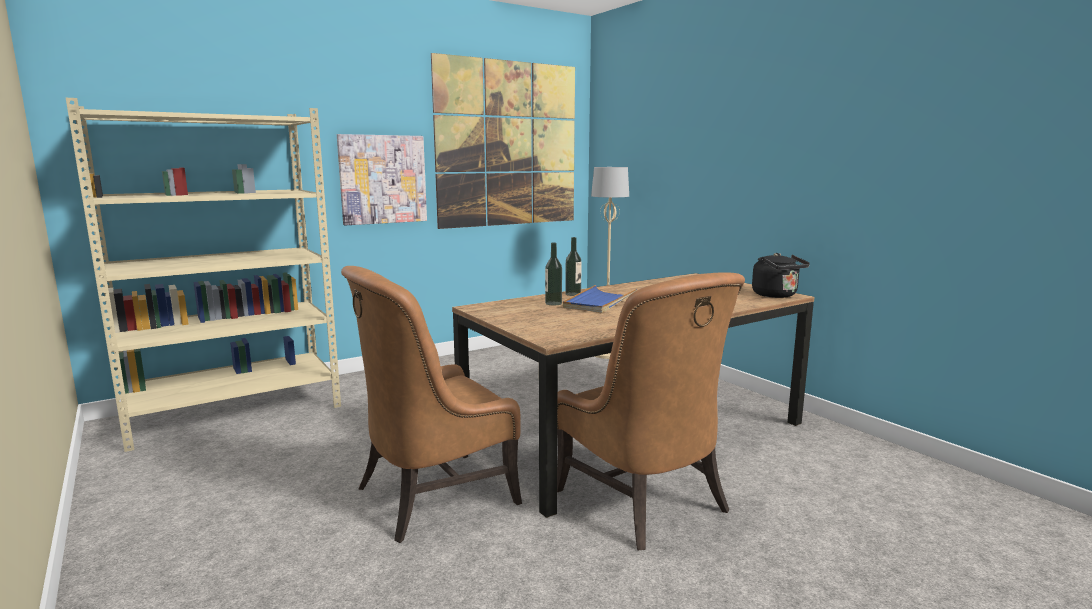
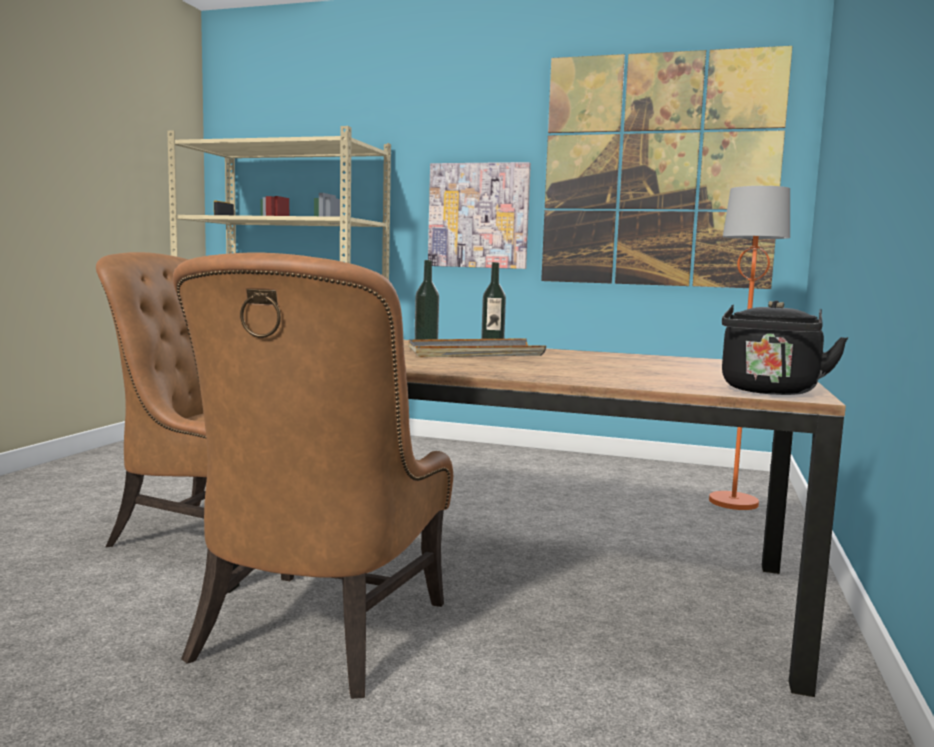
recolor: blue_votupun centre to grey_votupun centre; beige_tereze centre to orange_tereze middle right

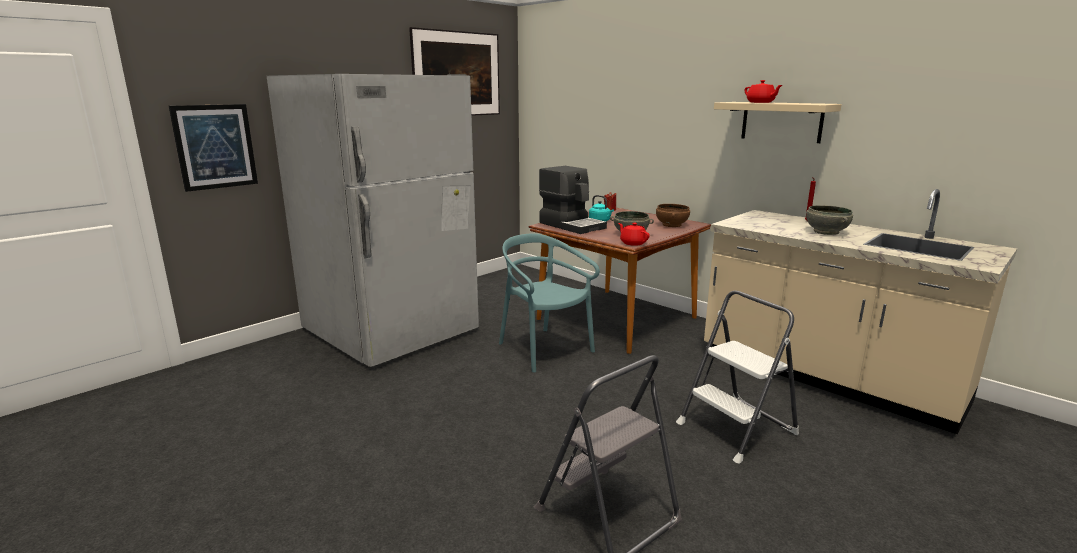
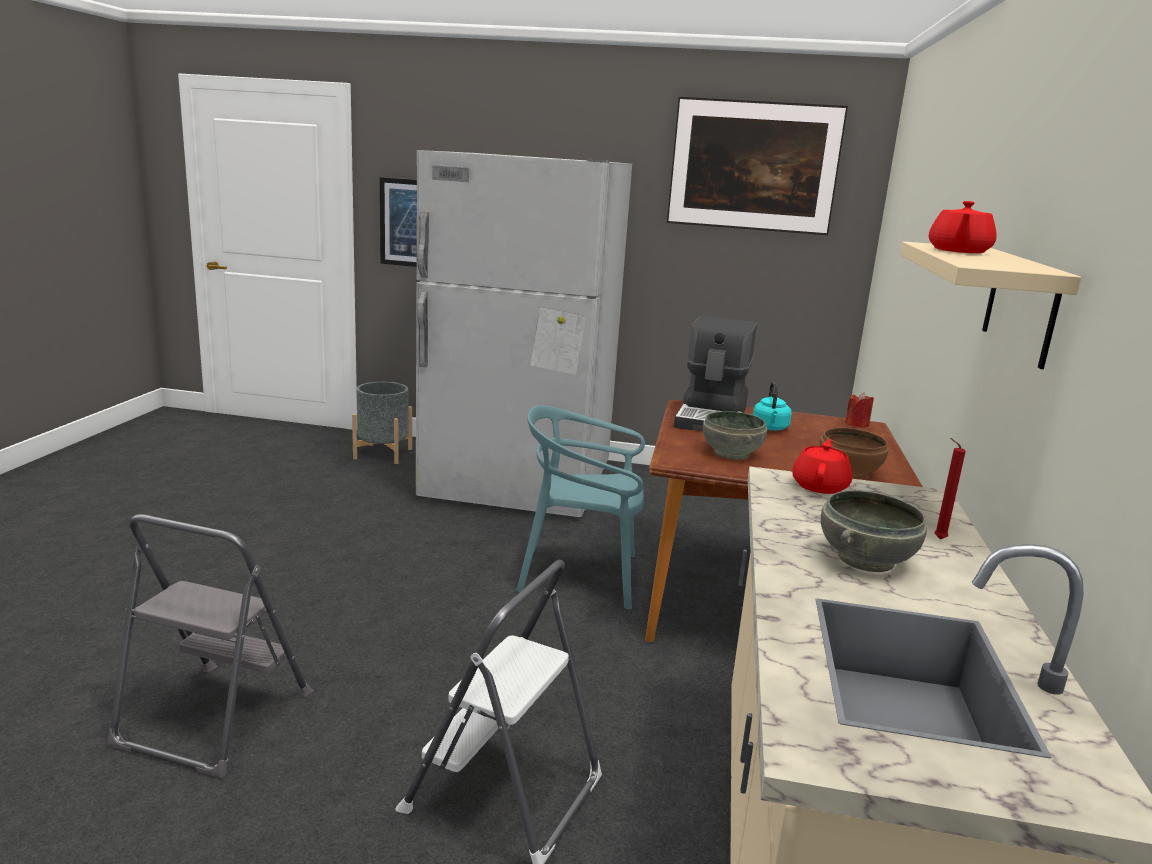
insert: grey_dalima middle left
move: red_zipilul (1st from left) centre to middle right
rotate: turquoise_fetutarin centre = centre 105 degrees counterclockwise

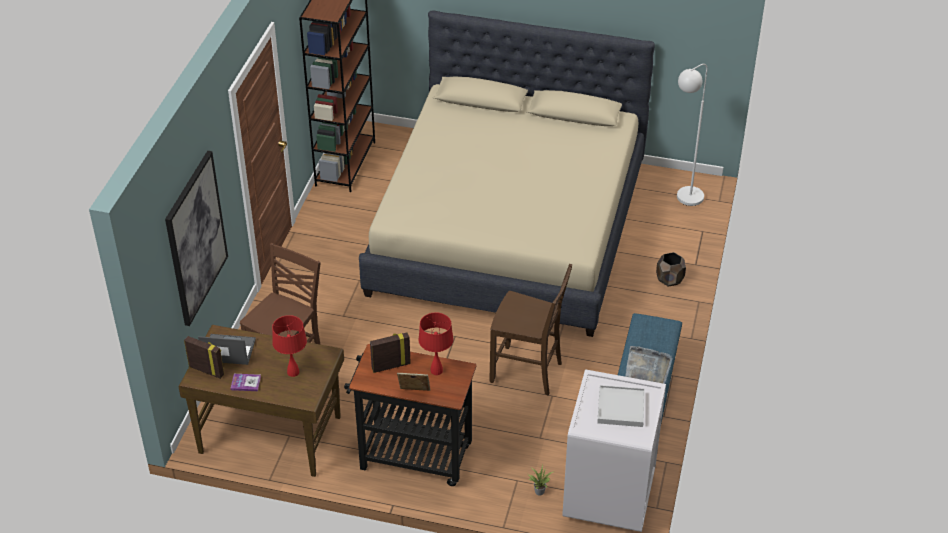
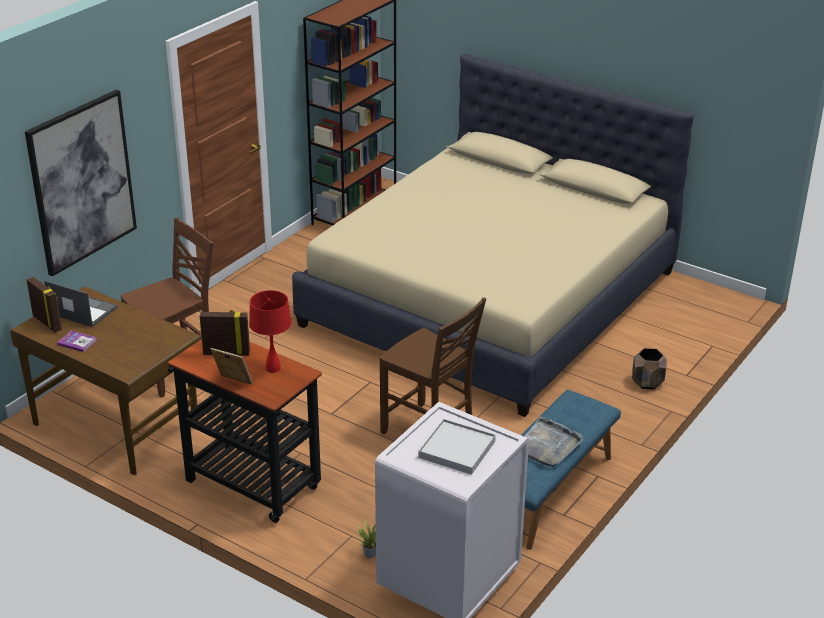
delete: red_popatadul (1st from left) middle left; white_tereze top right

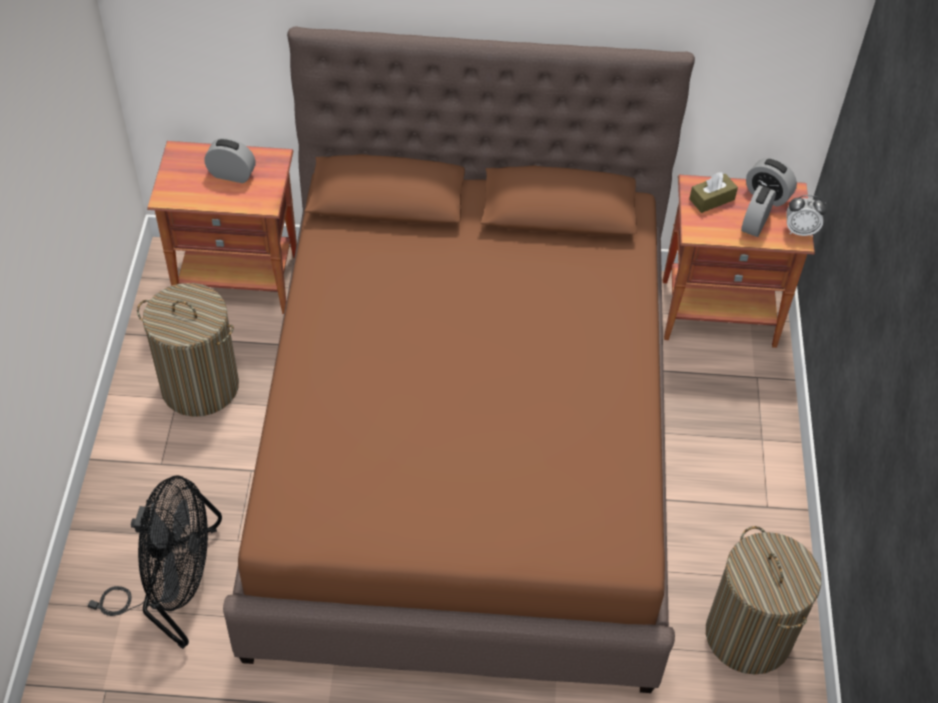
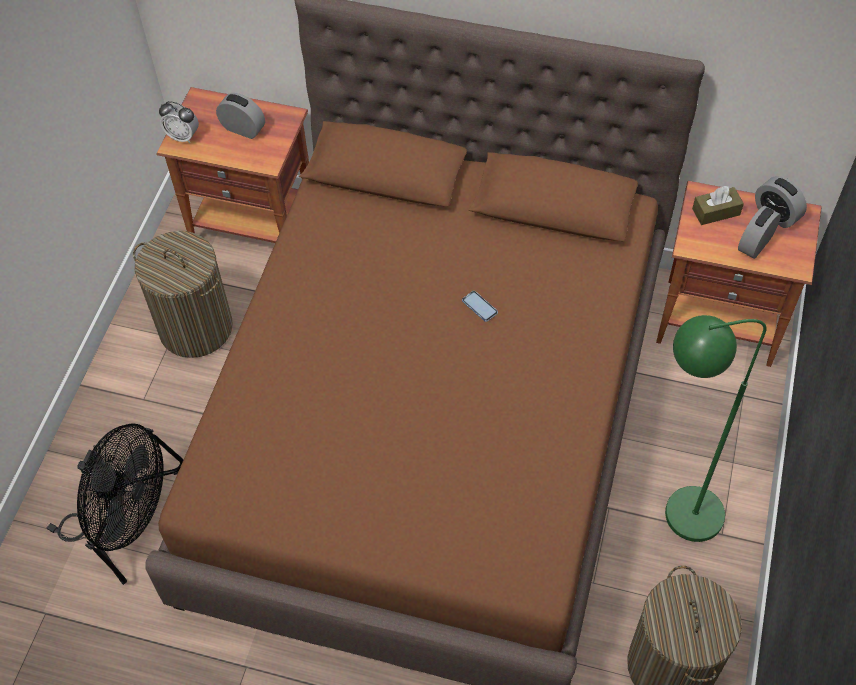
insert: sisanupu centre; green_tereze middle right
move: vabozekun (4th from left in the first image) top right to vabozekun (1st from left) top left

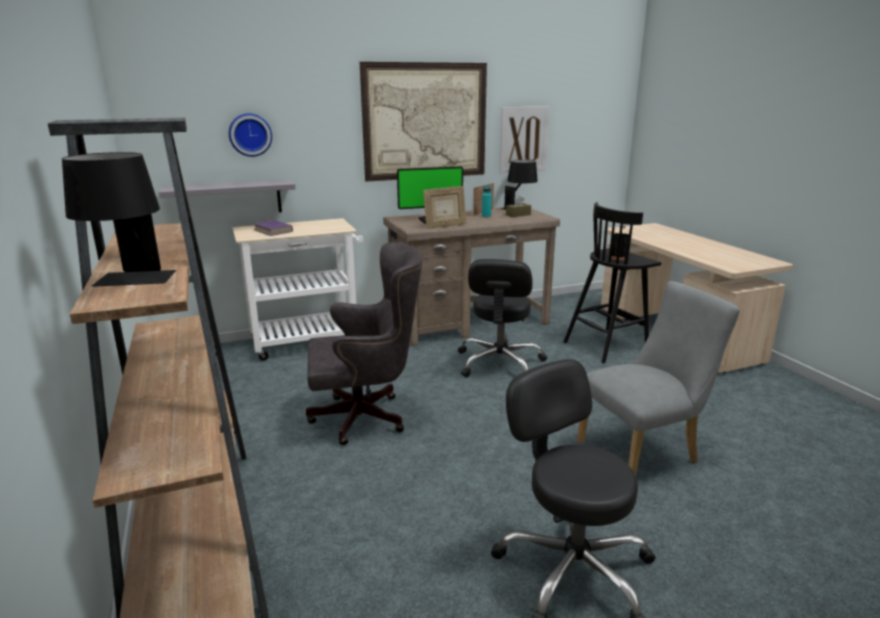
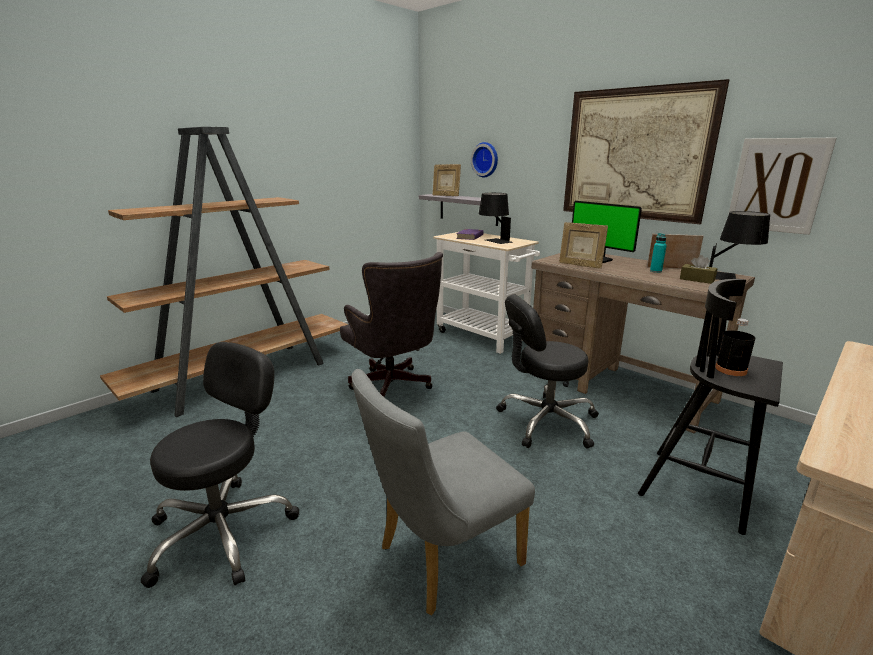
insert: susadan (1st from left) top centre
move: black_popatadul (1st from left) middle left to top centre
rotate: grey_fetutarin middle right = bottom centre 105 degrees clockwise

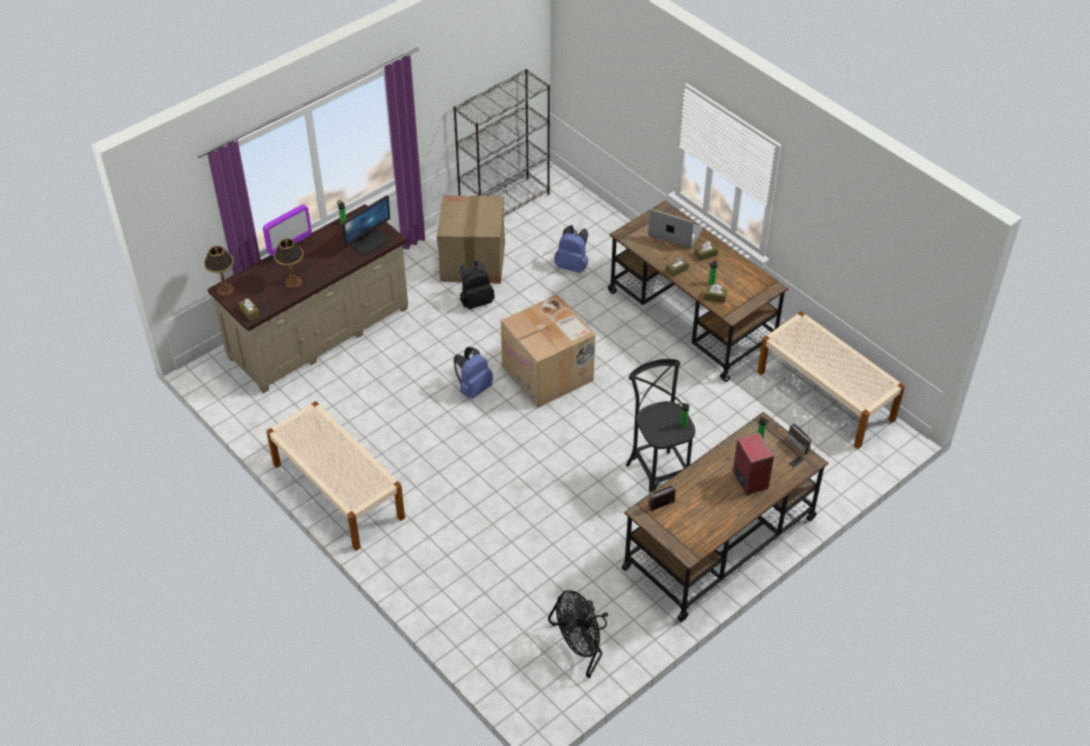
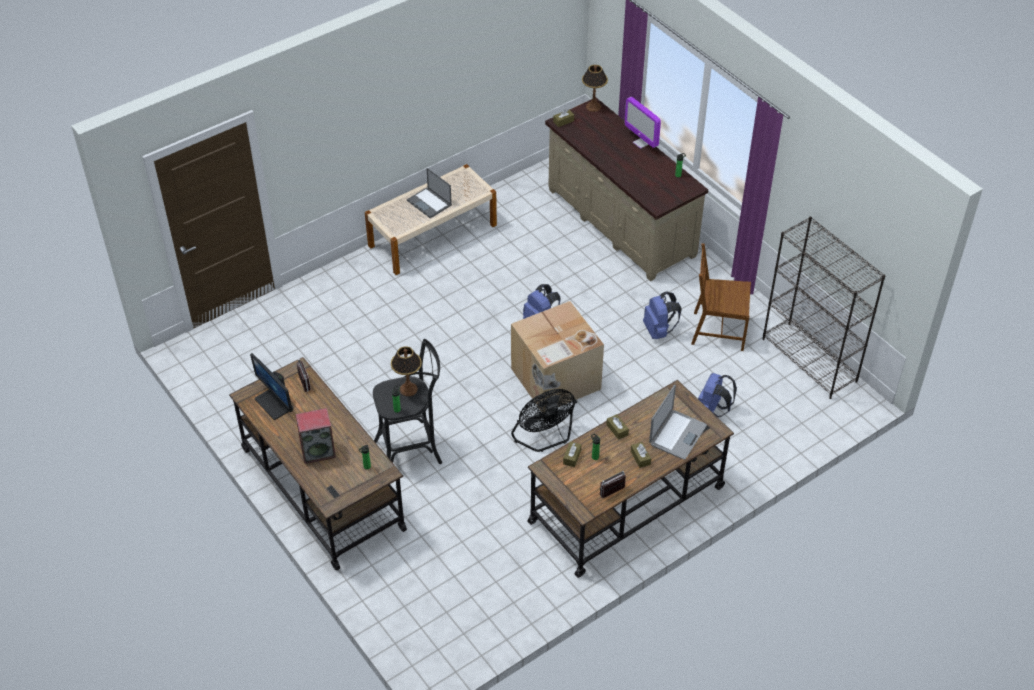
delete: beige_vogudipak (2nd from left) middle right
insert: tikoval (1st from left) top centre
move: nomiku (2nd from left in the first image) top centre to nomiku (1st from left) middle left; popatadul (2nd from left in the first image) middle left to popatadul (1st from left) centre; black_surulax bottom centre to centre; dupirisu (2nd from left) middle right to bottom centre
replace: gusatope (1st from left) top centre to brown_fetutarin middle right
recolor: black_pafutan centre to blue_pafutan (2nd from left) centre

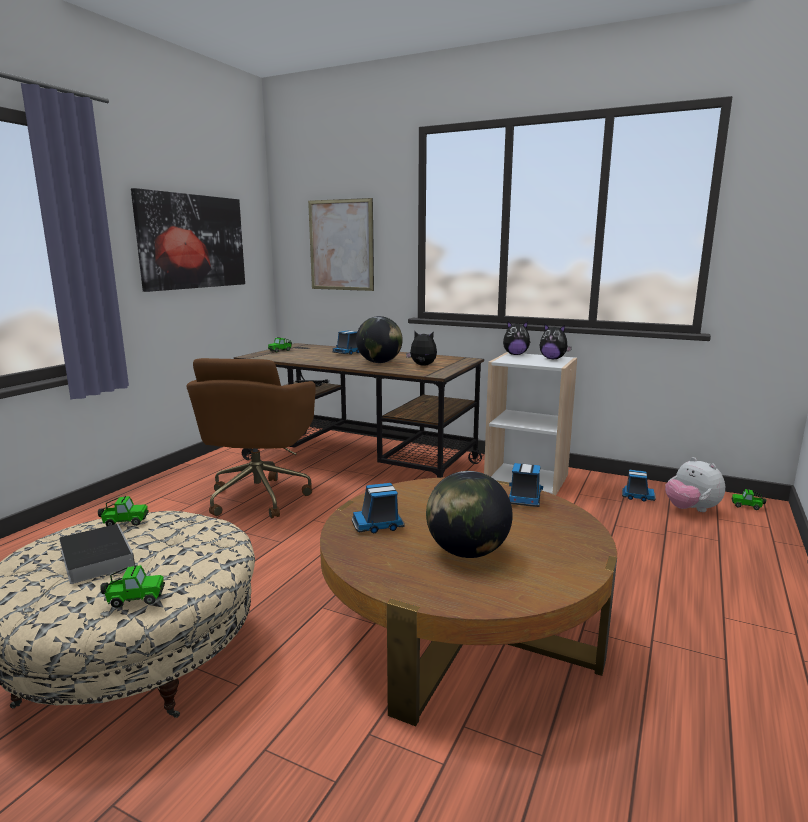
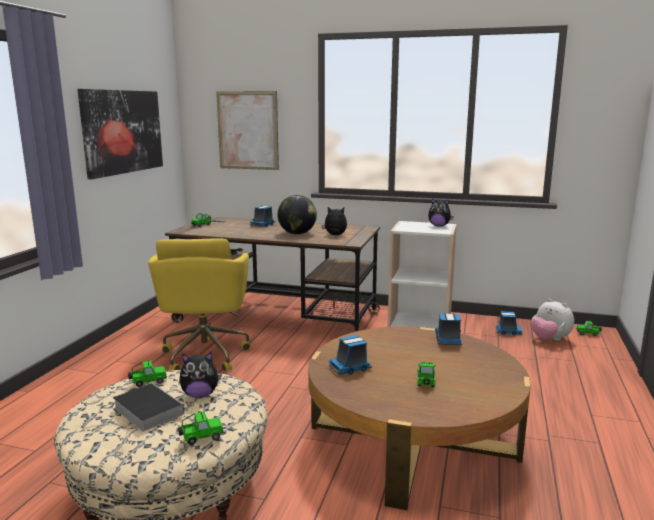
move: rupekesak (2nd from left in the first image) centre to rupekesak (1st from left) bottom left
replace: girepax (2nd from left) centre to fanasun (4th from left) bottom centre
recolor: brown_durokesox middle left to yellow_durokesox middle left

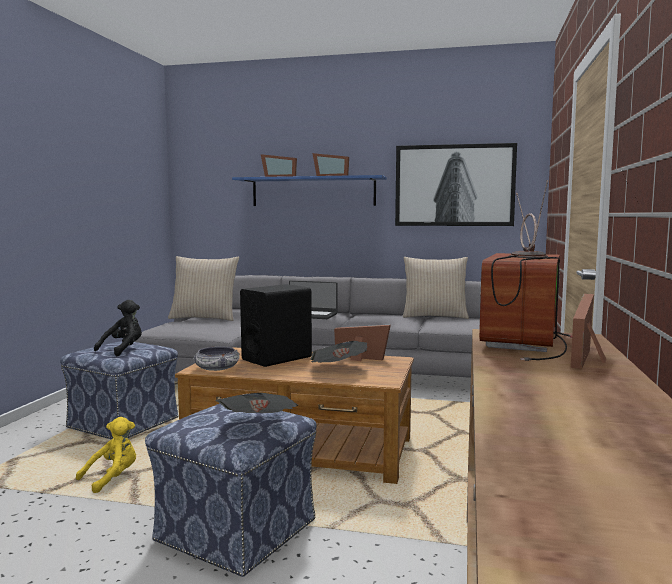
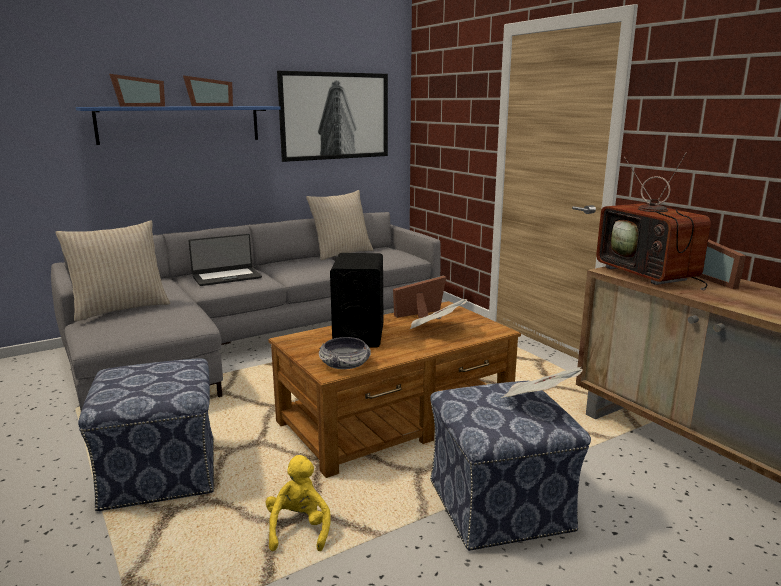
delete: black_rupekesak middle left

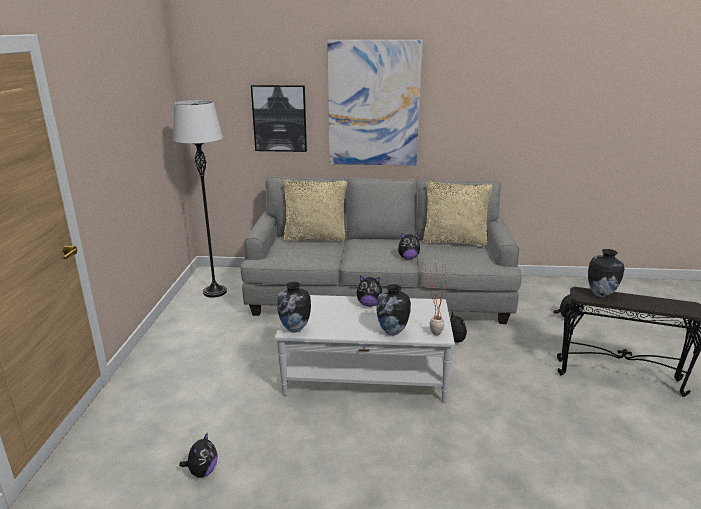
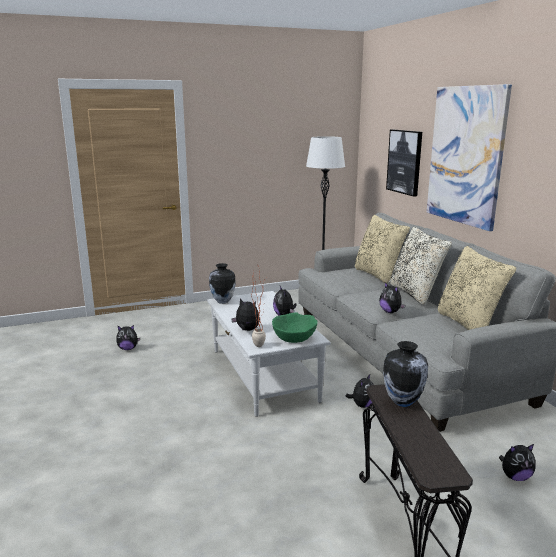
insert: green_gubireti centre; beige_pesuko (2nd from left) middle right
replace: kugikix (2nd from left) centre to rupekesak (2nd from left) centre

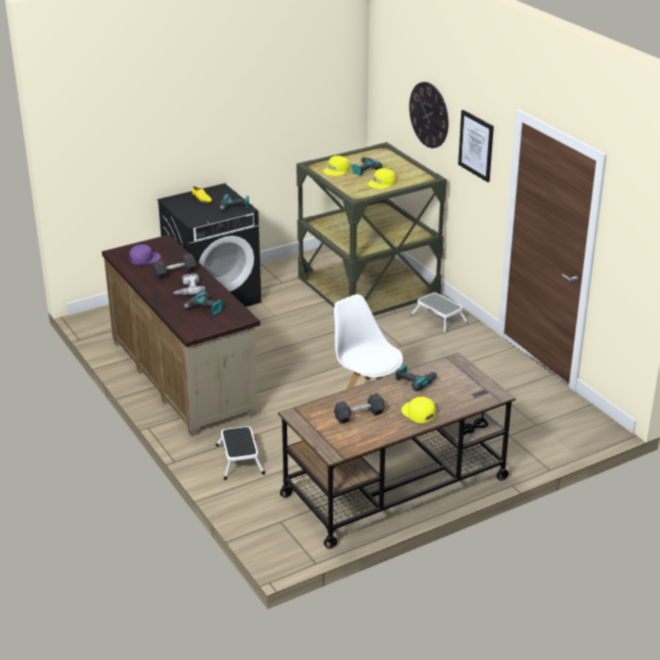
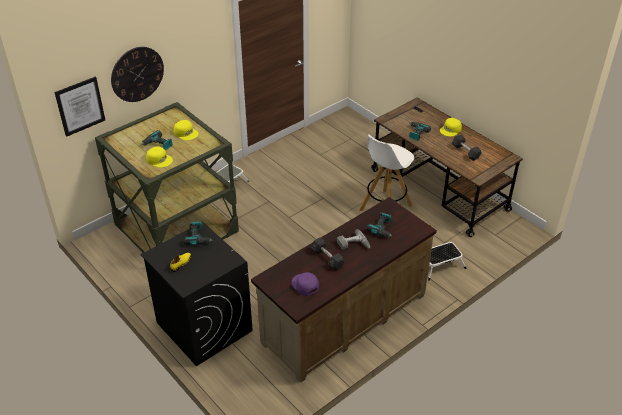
move: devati top right to top left

